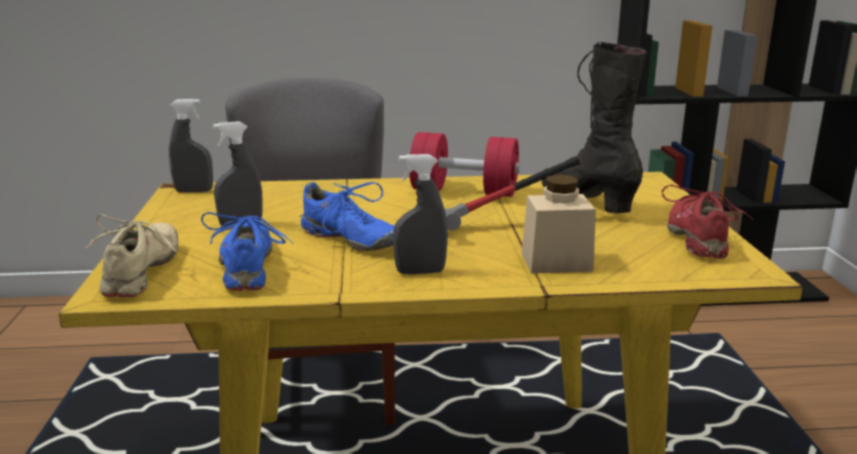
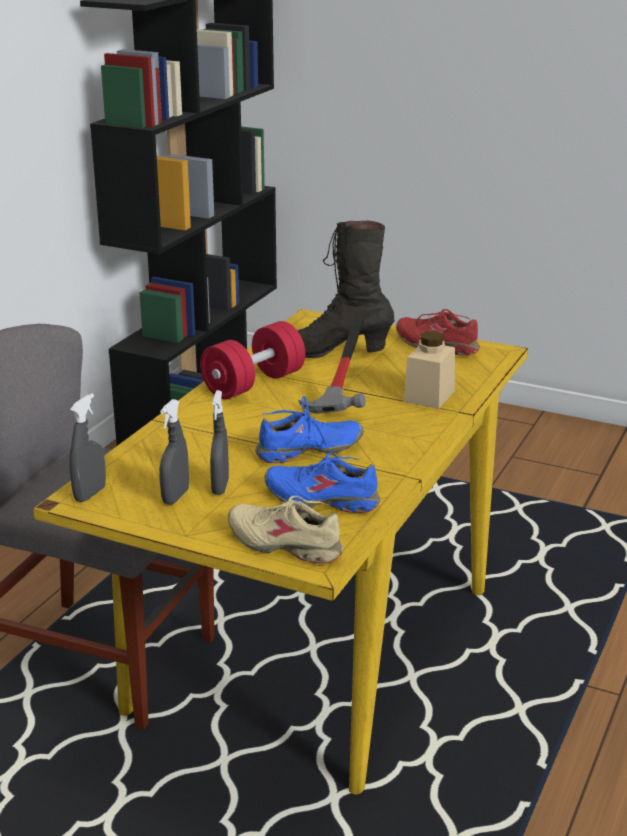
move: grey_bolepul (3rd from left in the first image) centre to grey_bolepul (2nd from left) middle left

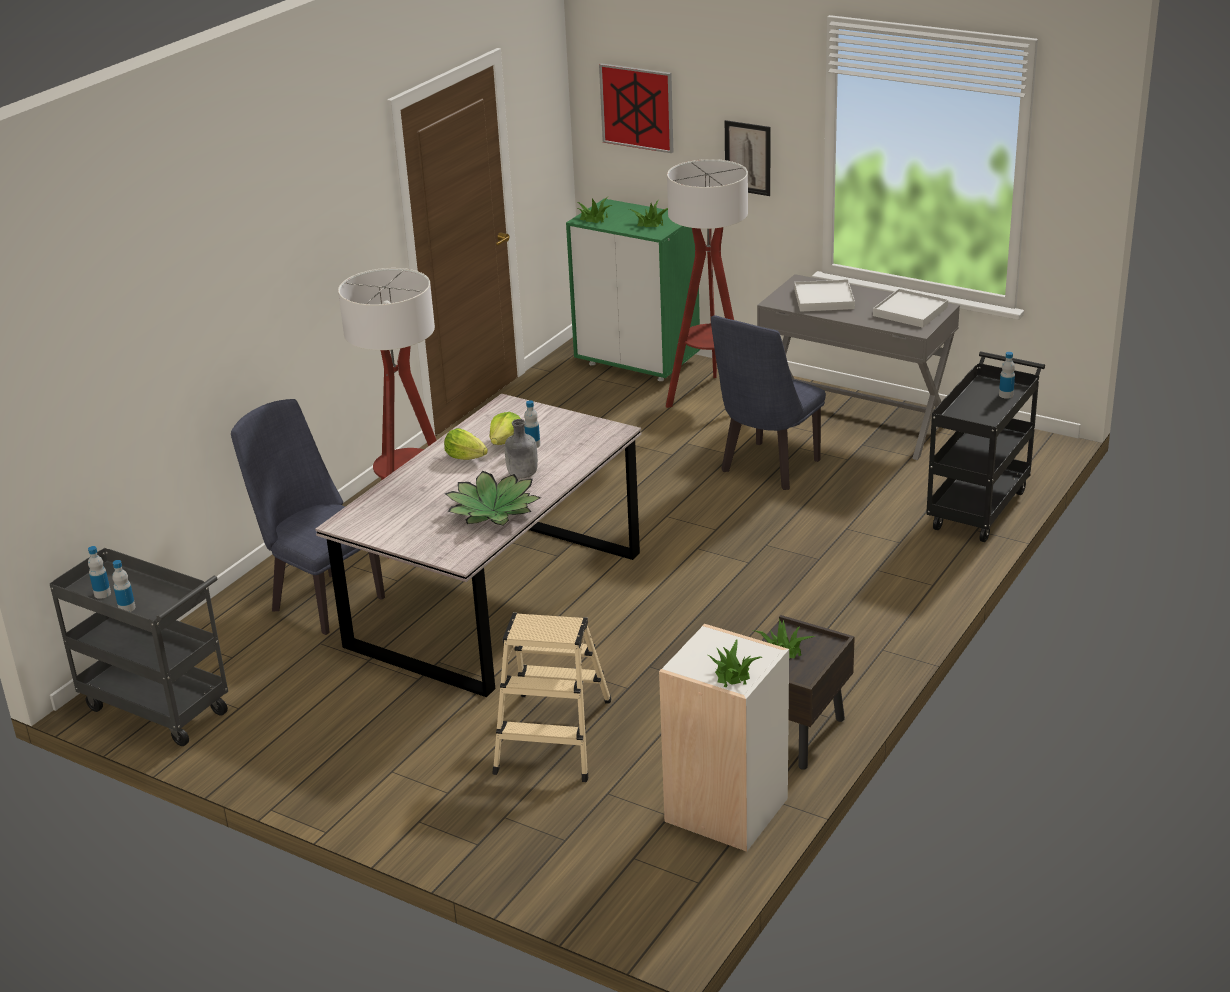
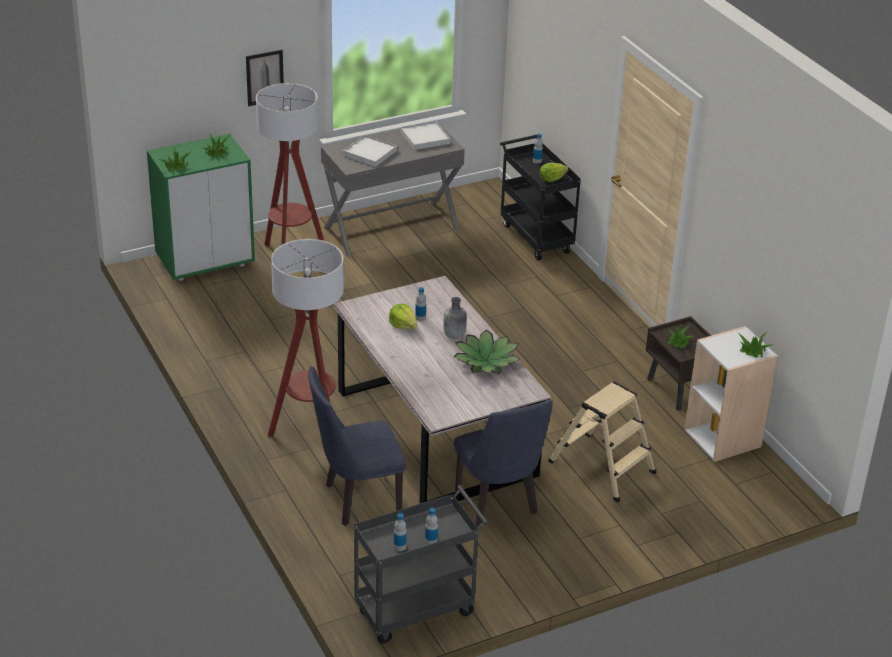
delete: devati (1st from left) top centre
move: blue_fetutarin (2nd from left) centre to bottom centre; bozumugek (1st from left in the first image) centre to bozumugek (2nd from left) top centre

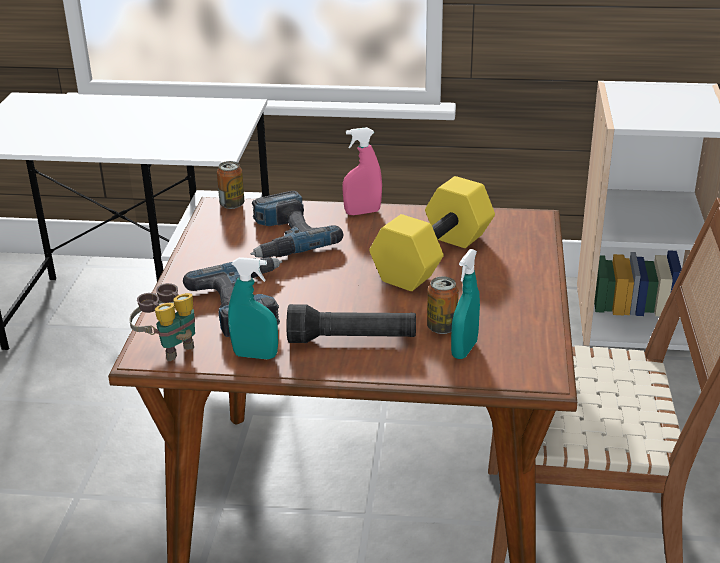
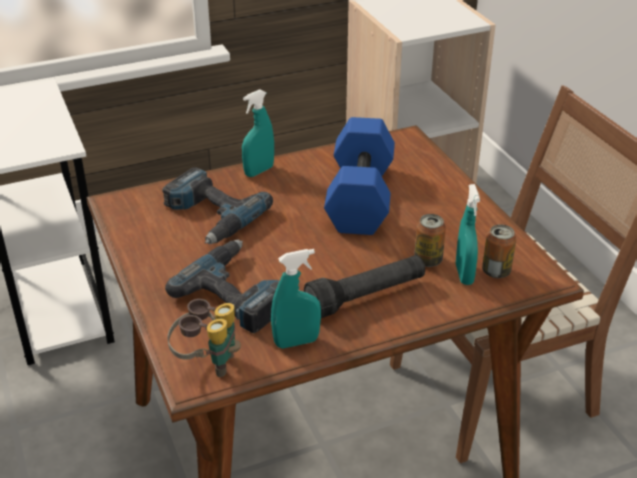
move: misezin (1st from left in the first image) top left to misezin (2nd from left) middle right
recolor: pink_bolepul top centre to turquoise_bolepul (1st from left) top centre; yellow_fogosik centre to blue_fogosik centre

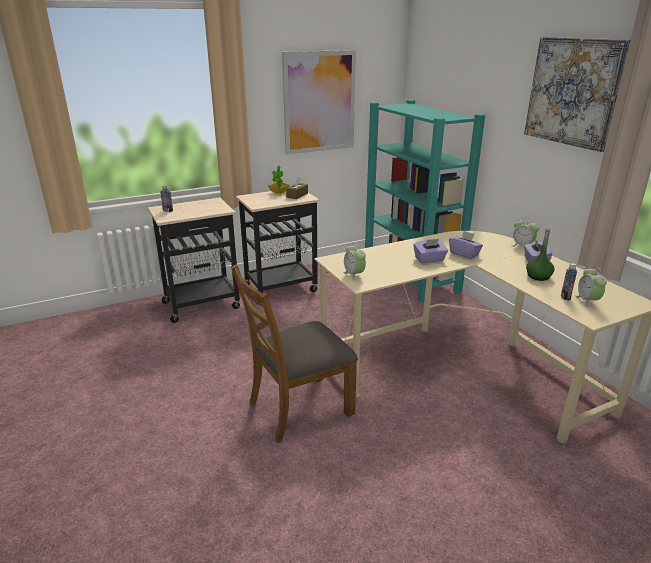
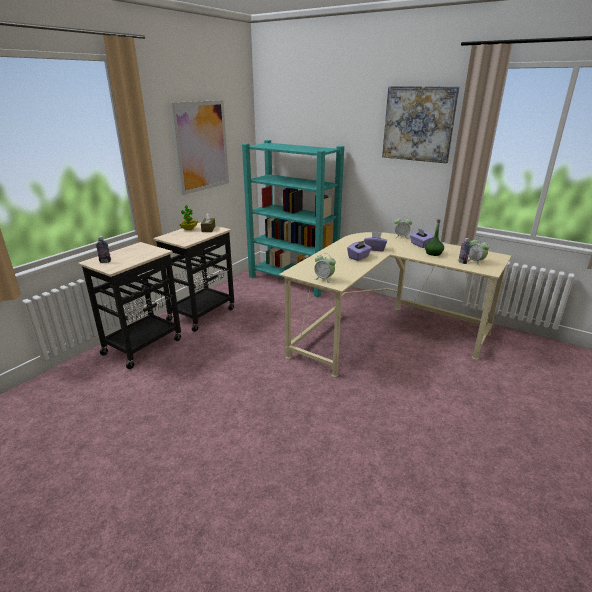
delete: brown_fetutarin centre

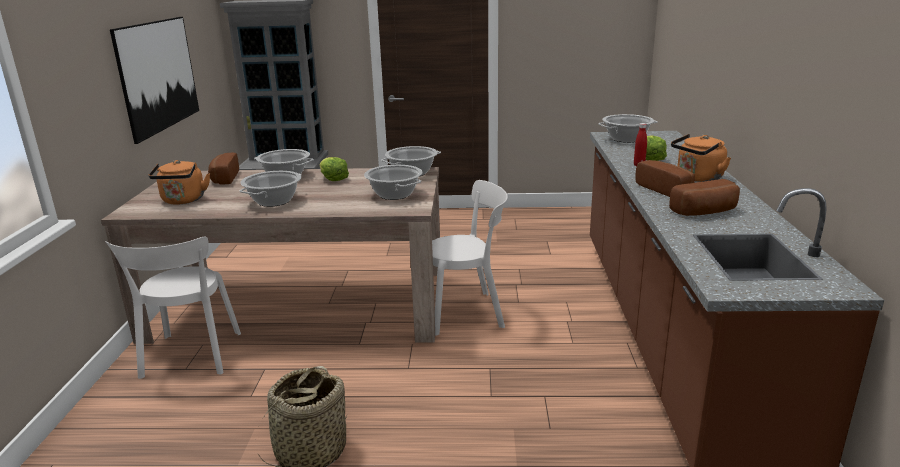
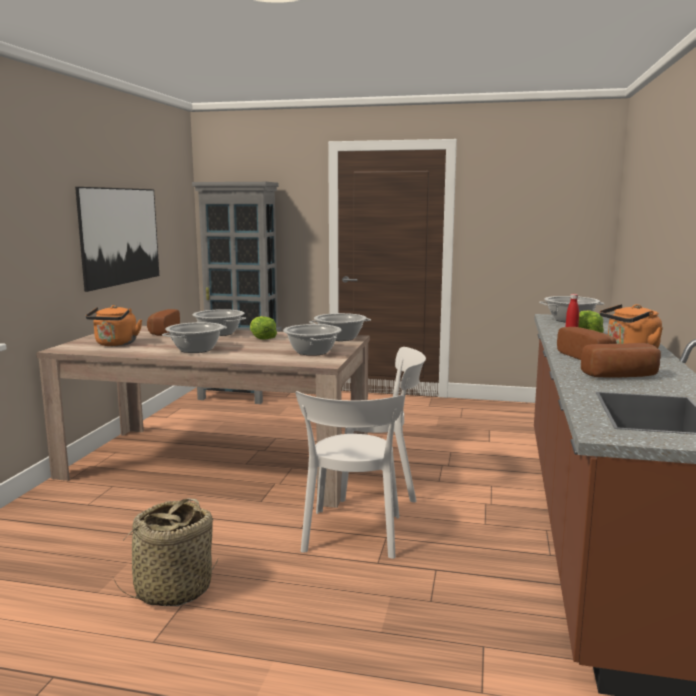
move: white_fetutarin (1st from left) middle left to bottom centre

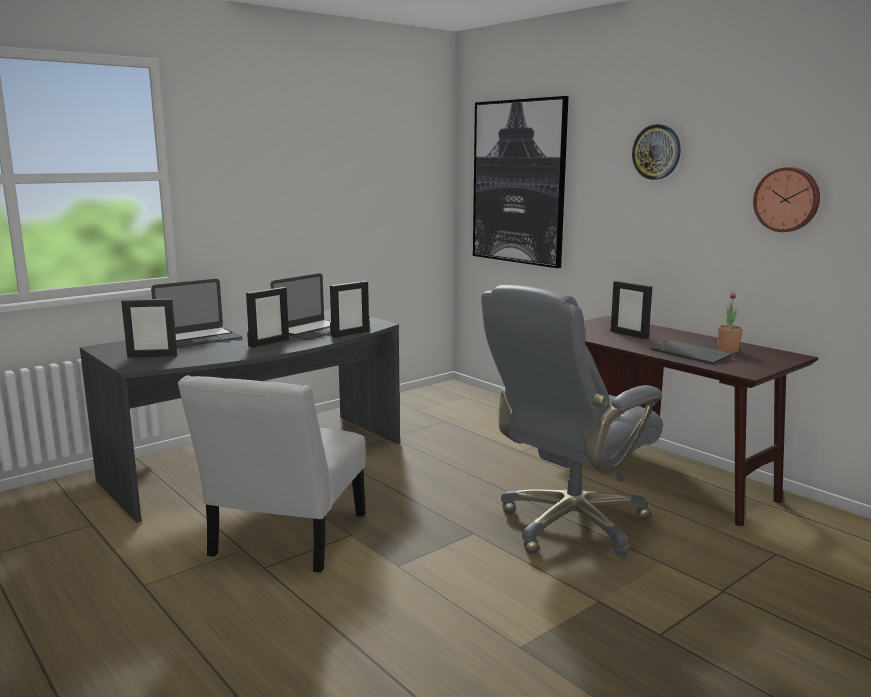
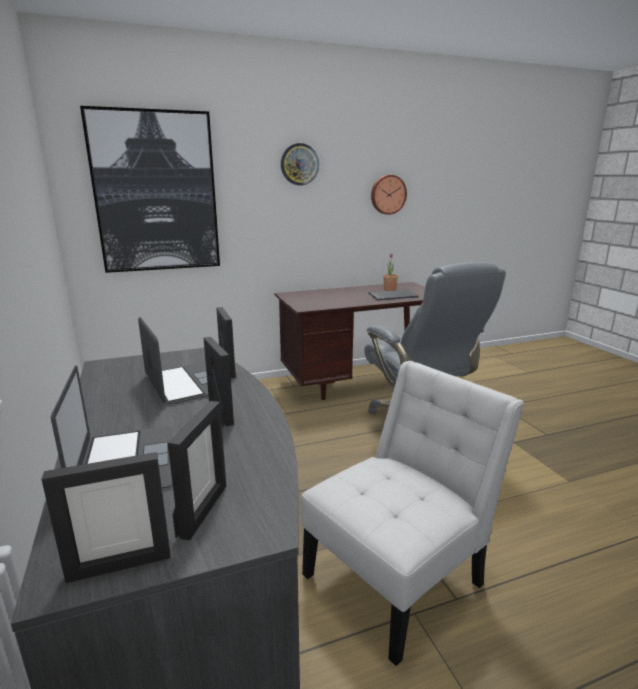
move: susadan (4th from left in the first image) middle right to susadan (1st from left) bottom left
rotate: white_fetutarin bottom left = bottom centre 75 degrees counterclockwise

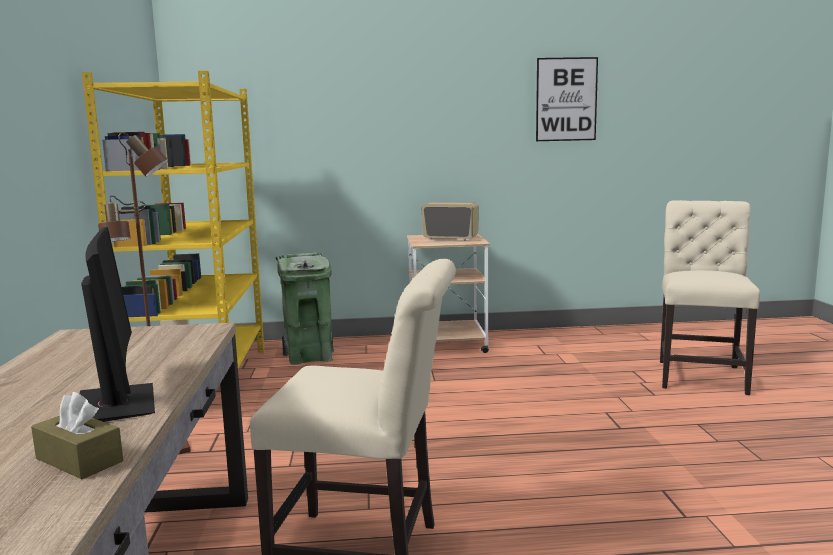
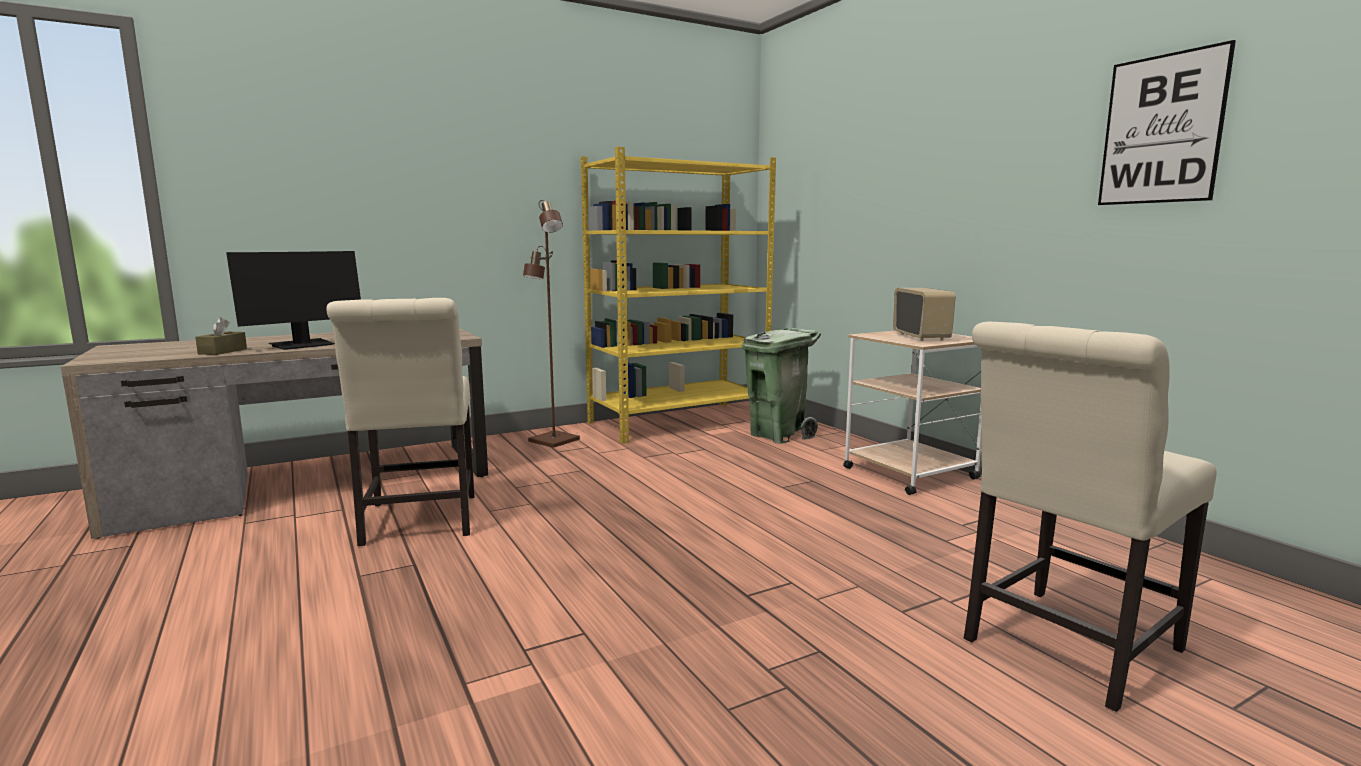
rotate: beige_fetutarin (2nd from left) middle right = bottom right 150 degrees clockwise

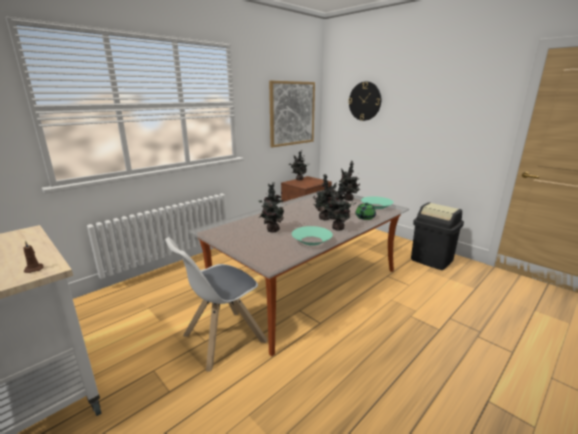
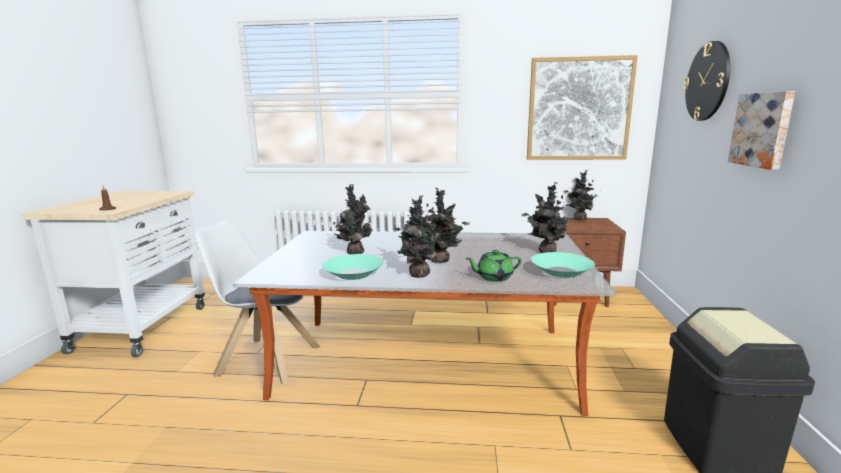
insert: devati (2nd from left) top right

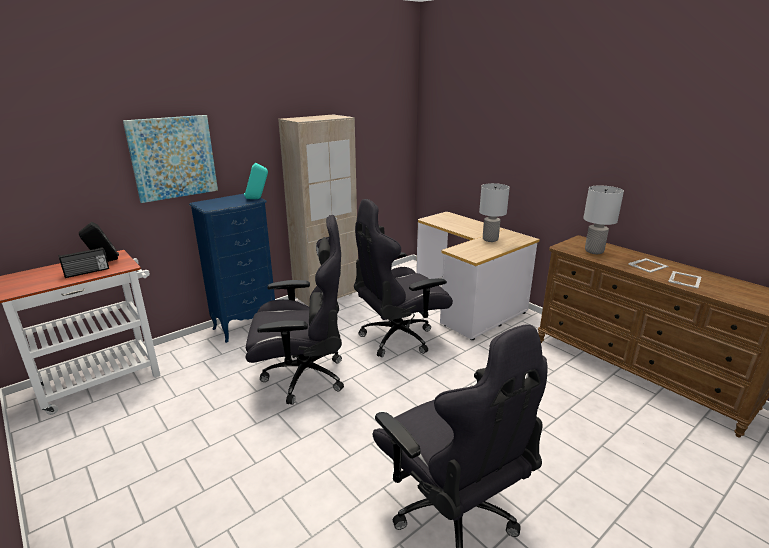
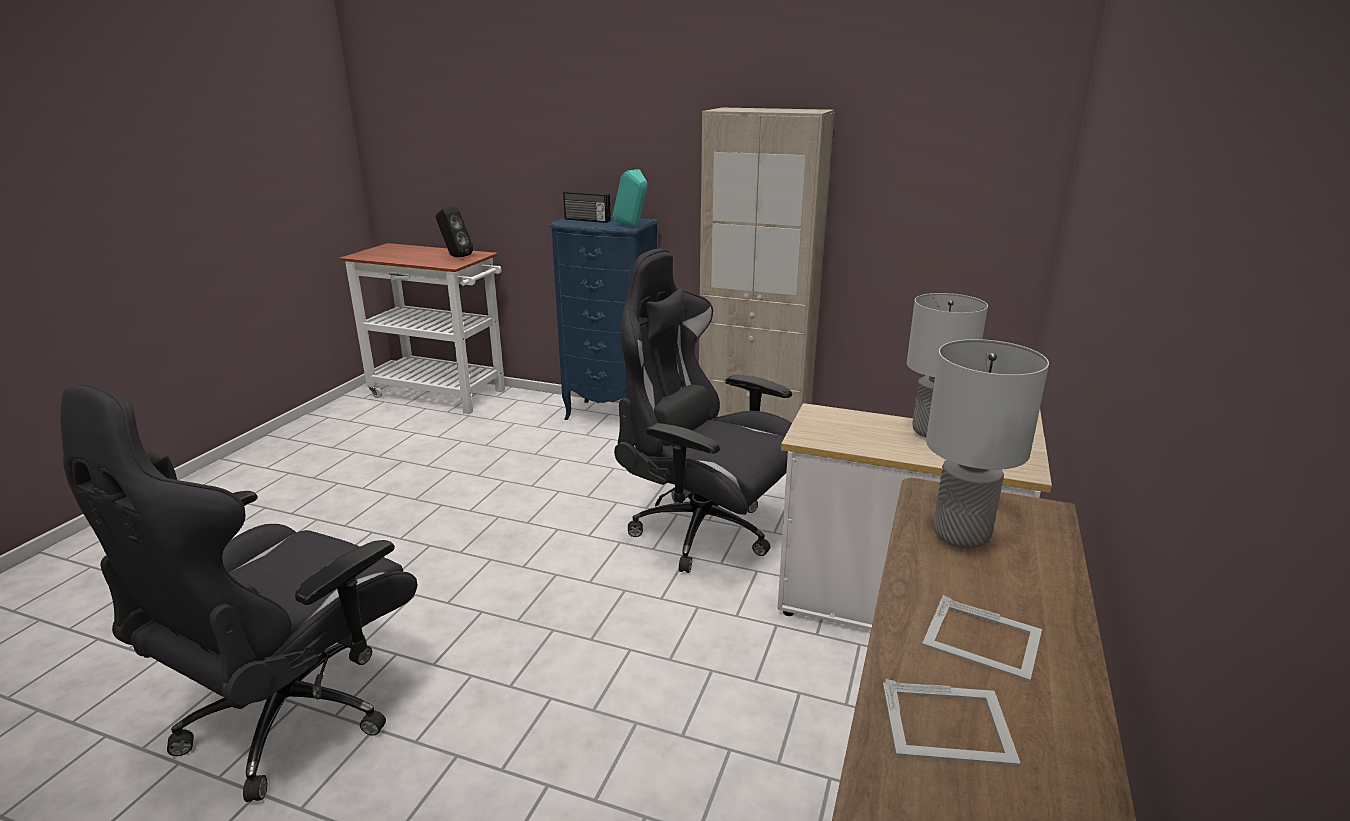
delete: devati top left; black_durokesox (1st from left) centre
move: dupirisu middle left to top centre

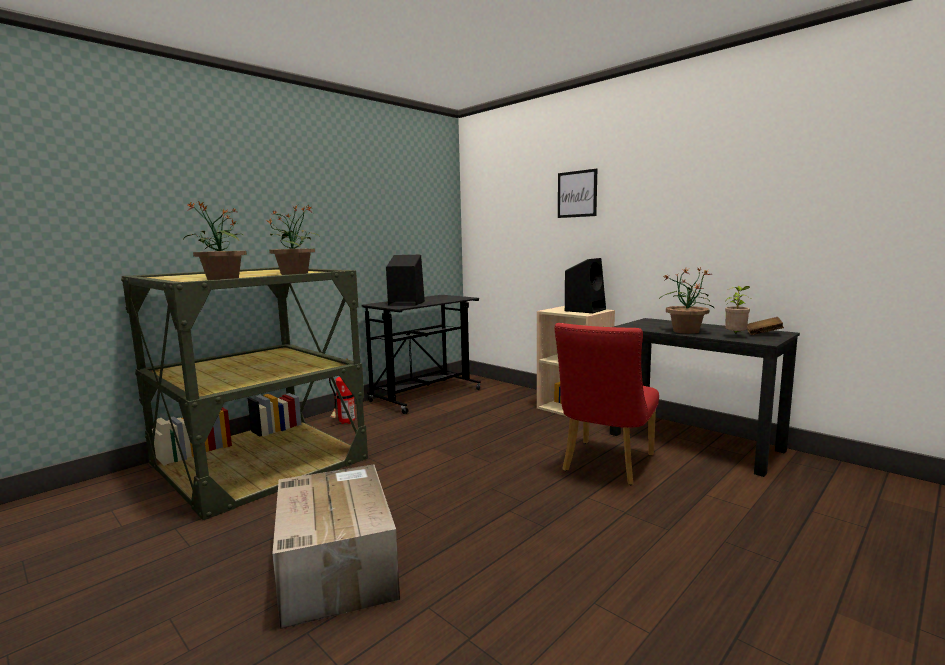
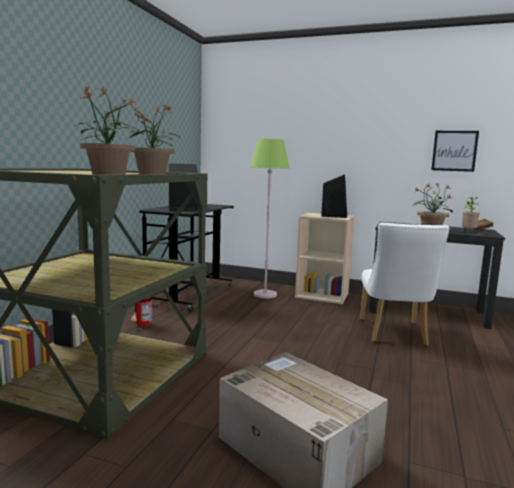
insert: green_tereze centre
move: devati top centre to top right
recolor: red_fetutarin centre to white_fetutarin middle right

